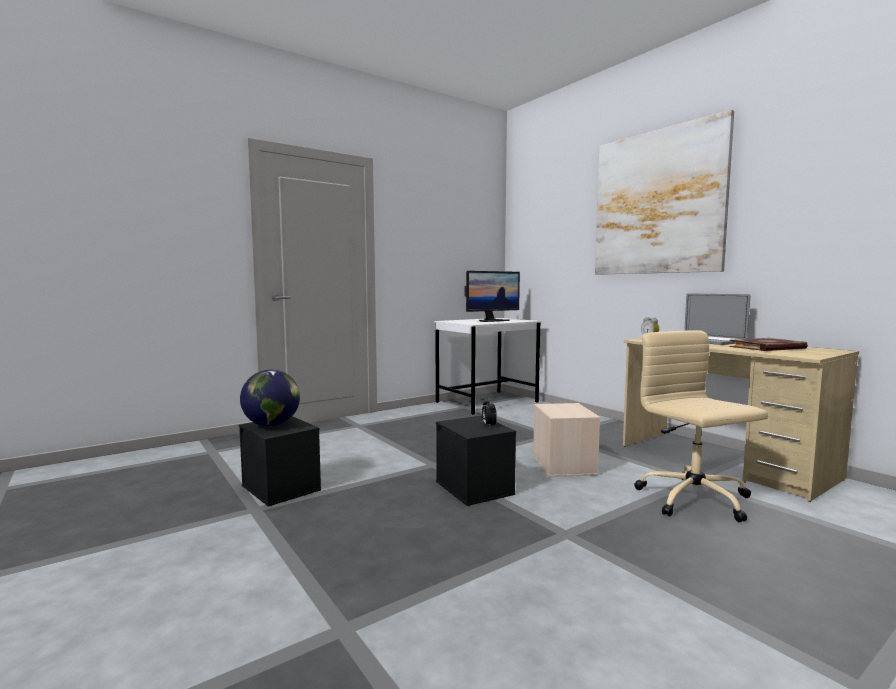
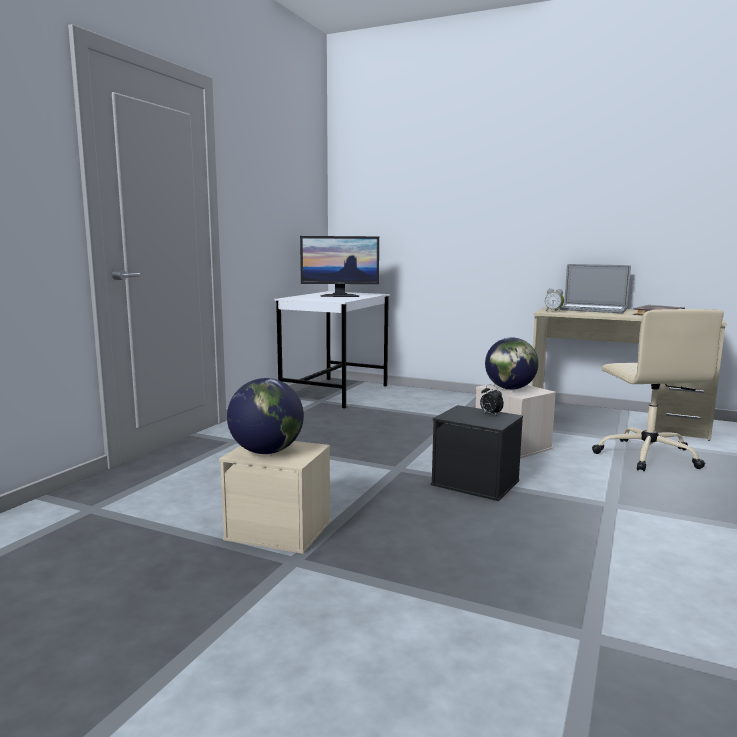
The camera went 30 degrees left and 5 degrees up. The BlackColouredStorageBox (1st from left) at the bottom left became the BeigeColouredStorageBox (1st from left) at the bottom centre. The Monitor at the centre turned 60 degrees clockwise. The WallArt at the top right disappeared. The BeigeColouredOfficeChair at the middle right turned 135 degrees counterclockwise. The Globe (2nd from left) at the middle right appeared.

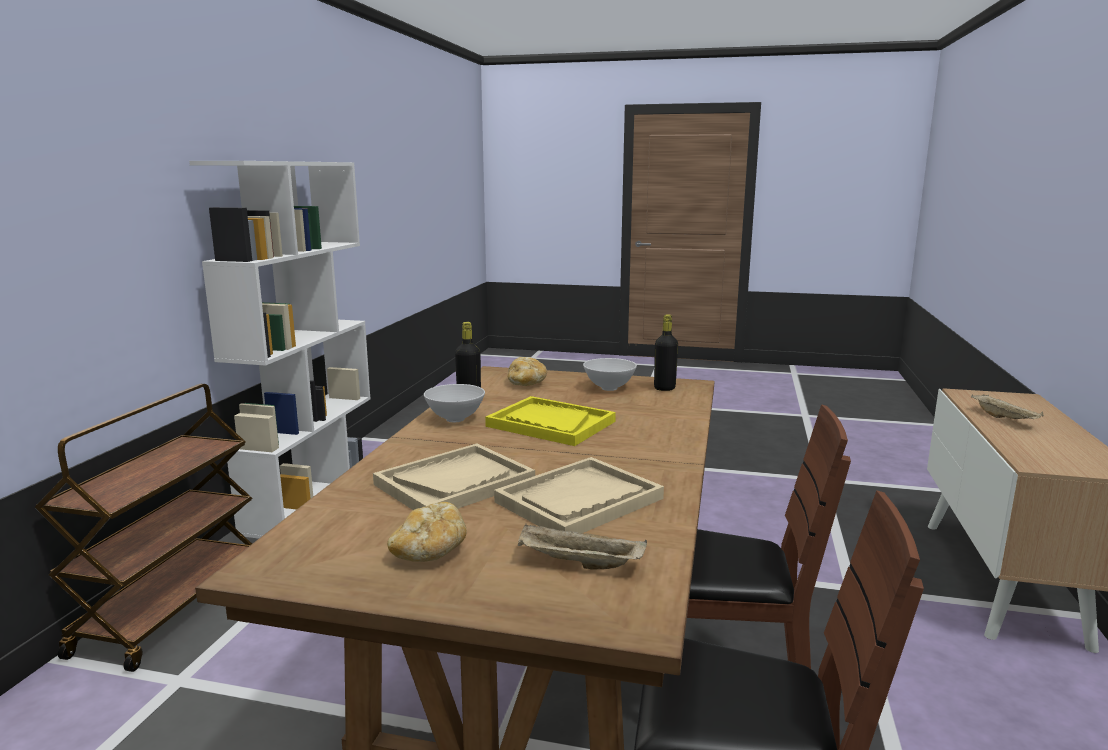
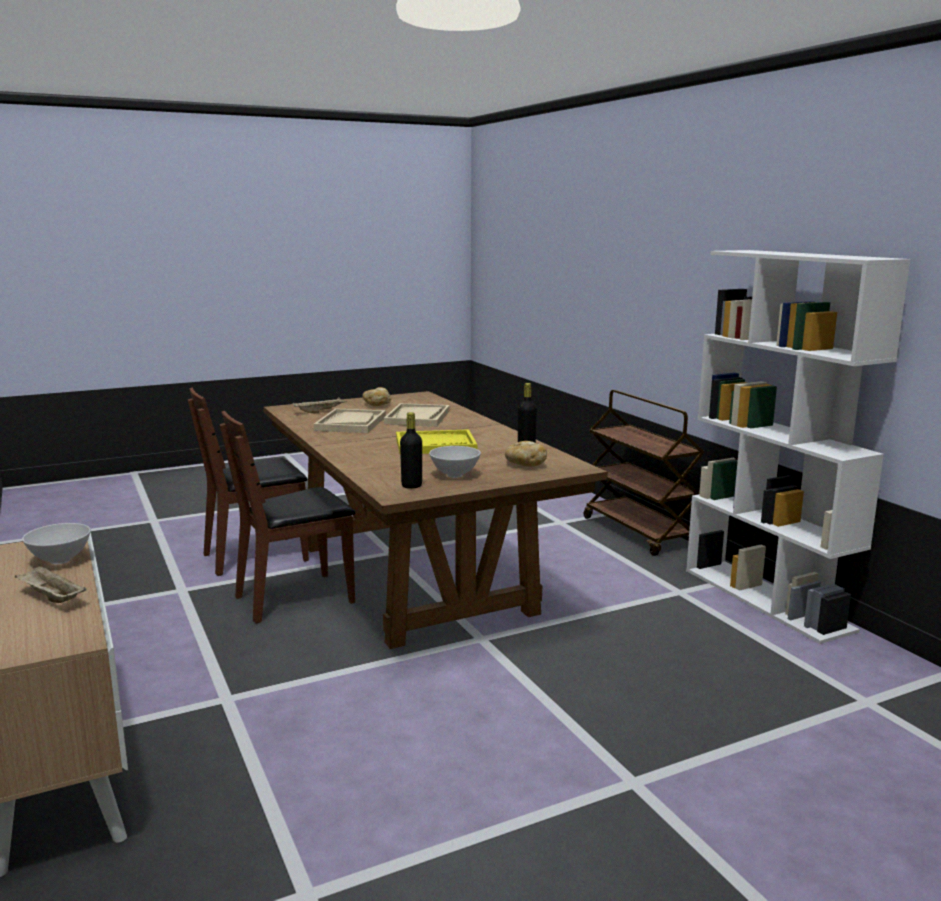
The camera went 140 degrees right and 0 degrees up. The WhitishDeepDish (1st from left) moved from the centre to the middle left.

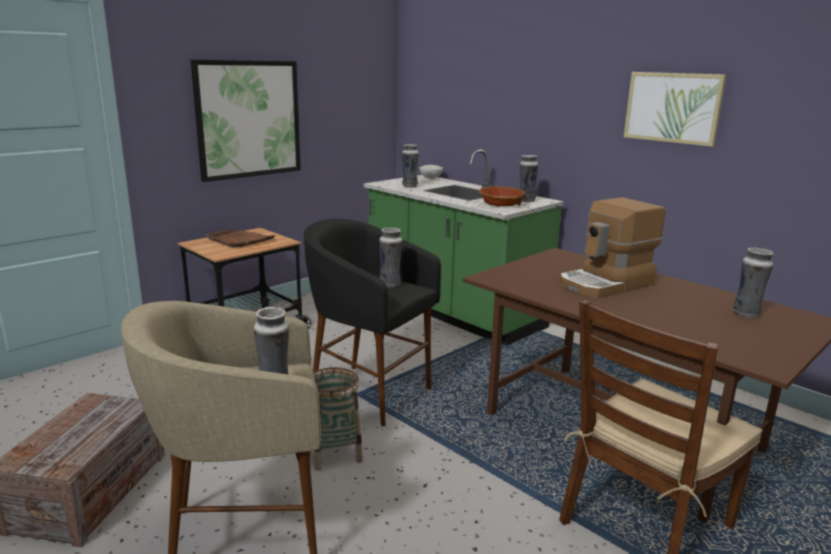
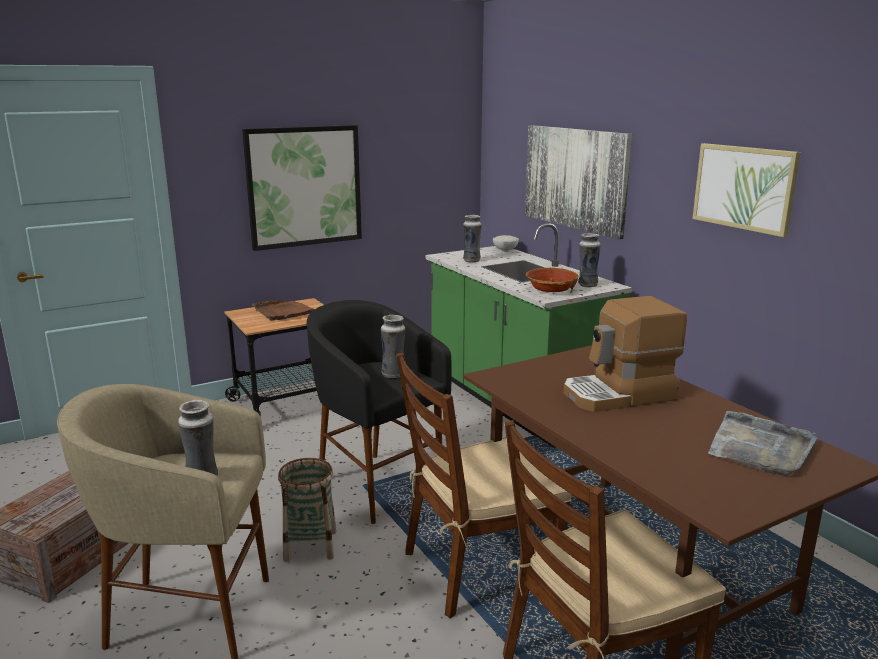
The camera went 15 degrees right and 0 degrees up. The DecorativeVase (5th from left) at the middle right was replaced by the GreyishServingTray at the bottom right. The BrownPlainChair (1st from left) at the bottom centre appeared. The WallArt (2nd from left) at the top centre appeared.

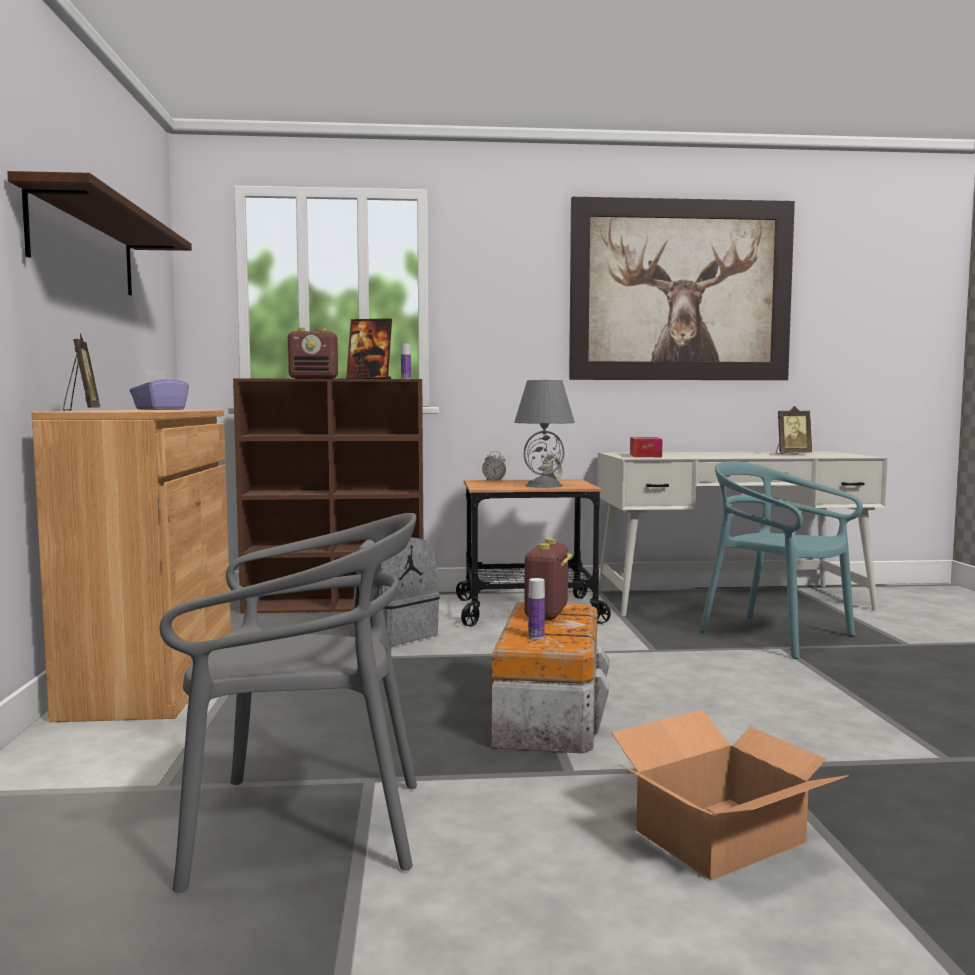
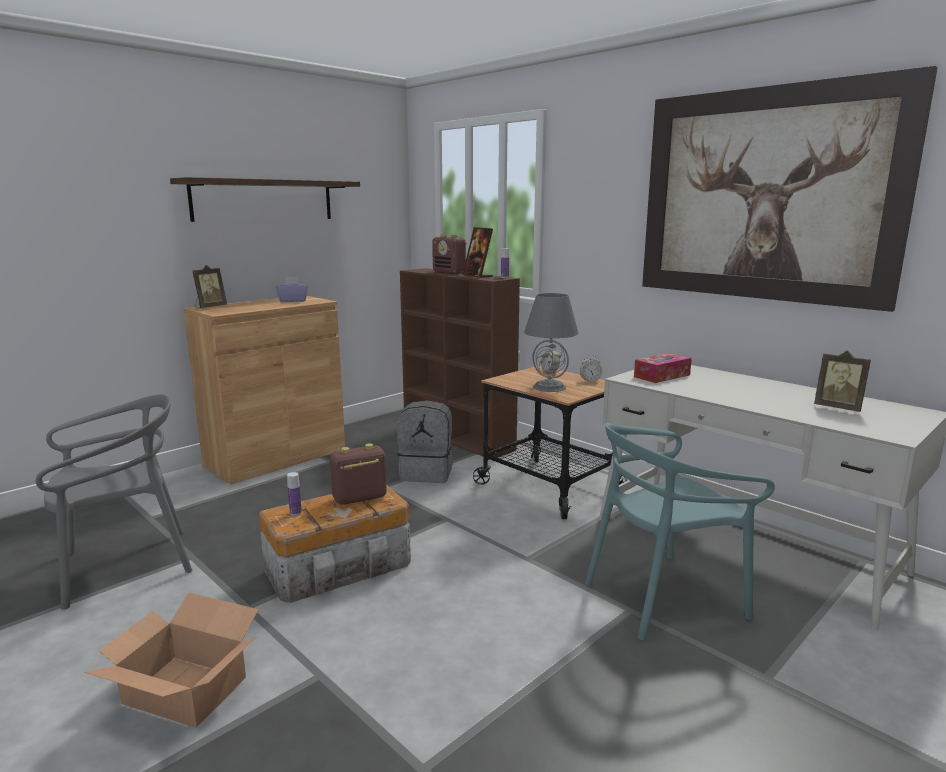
The camera went 50 degrees right and 10 degrees up. The GreyishPlainChair at the bottom left turned 75 degrees counterclockwise. The BlueGreenPlainChair at the middle right turned 120 degrees counterclockwise.

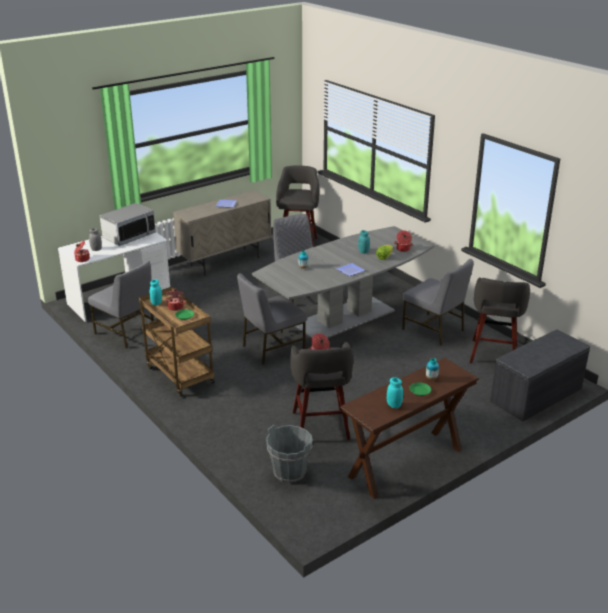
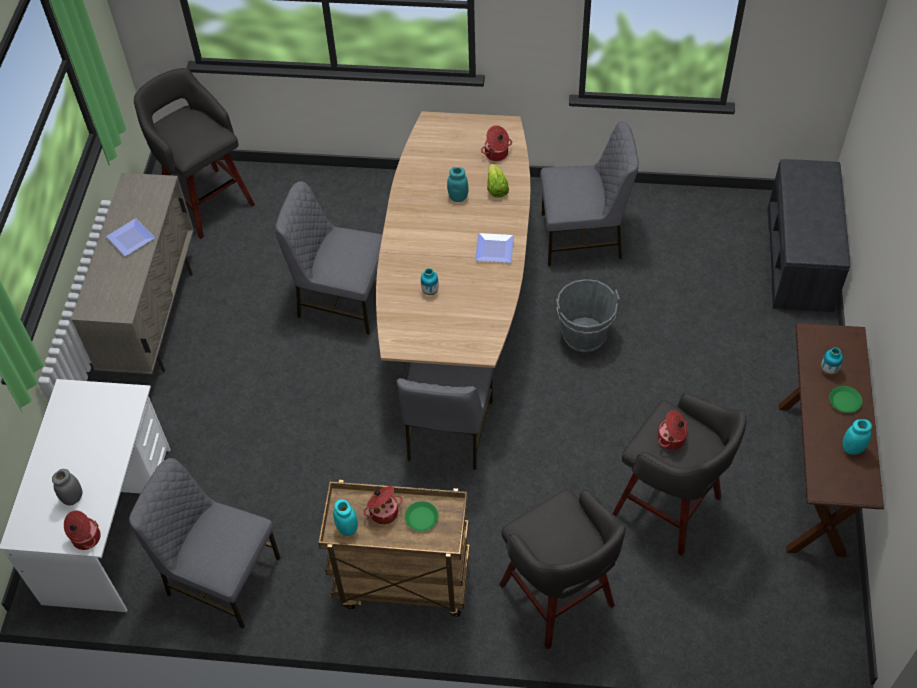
The camera went 45 degrees left and 25 degrees up. The GreyishPlainChair (1st from left) at the middle left turned 150 degrees counterclockwise. The Microwave at the middle left disappeared. The GreyishKitchenTable at the centre became the BrownKitchenTable at the centre. The GreyishBucket moved from the bottom centre to the centre. The GreyishStoolSeat (3rd from left in the first image) moved from the middle right to the bottom centre.

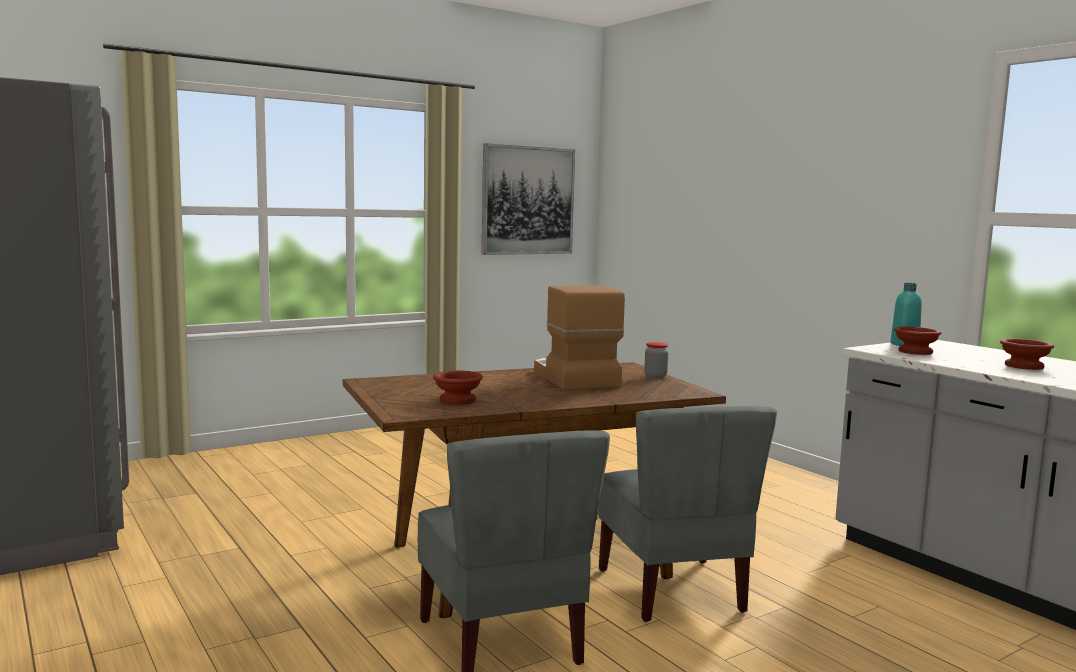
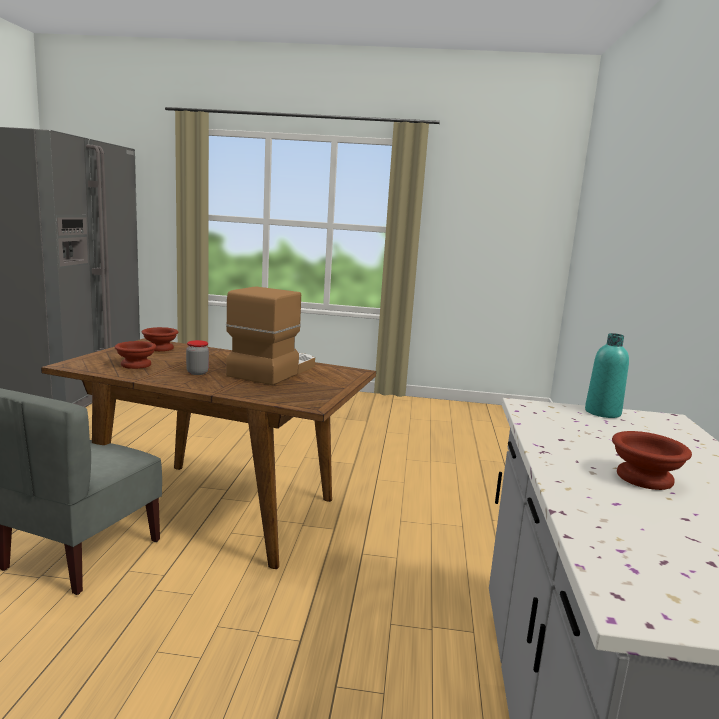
The camera went 40 degrees right and 5 degrees up. The WallArt at the top centre disappeared. The GreyishPlainChair (2nd from left) at the bottom centre disappeared. The StorageJar moved from the centre to the middle left. The BrownDeepDish (2nd from left) moved from the middle right to the middle left.

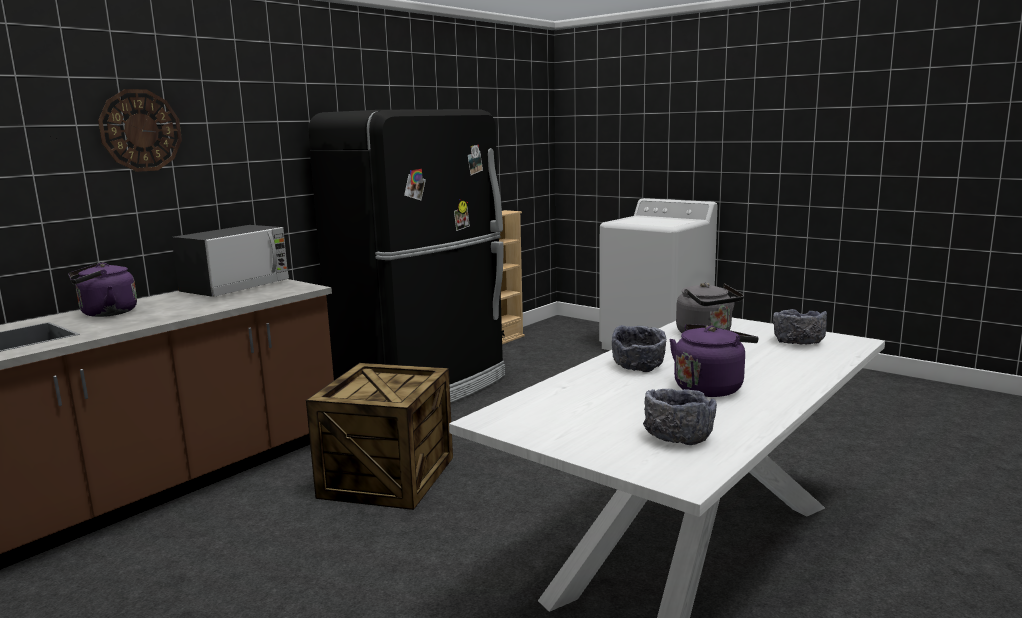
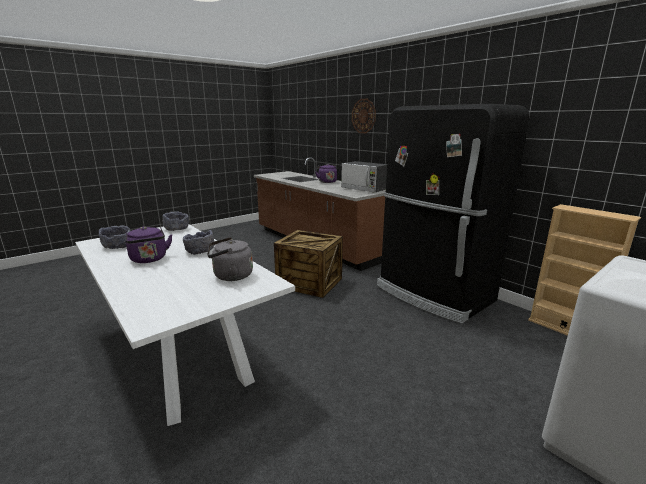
The camera went 100 degrees right and 5 degrees up. The GreyishDeepDish (3rd from left in the first image) moved from the middle right to the middle left.

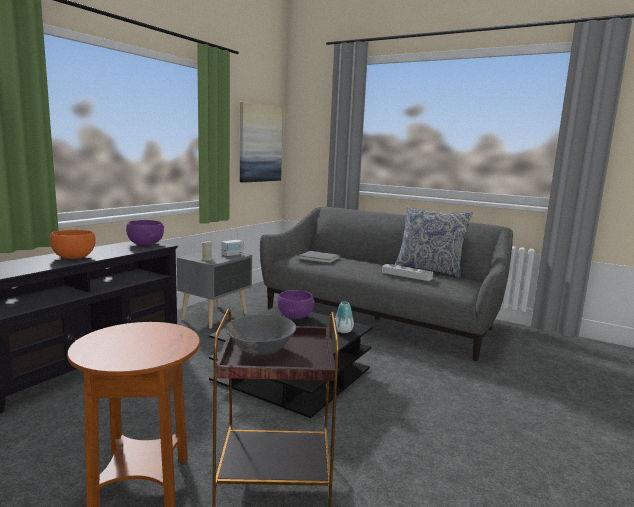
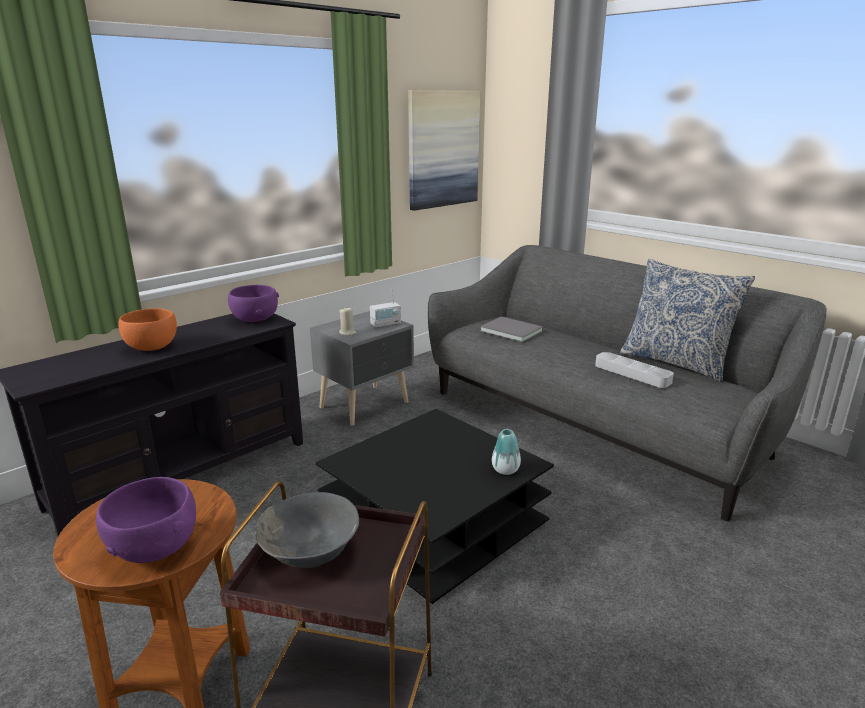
The camera went 15 degrees right and 10 degrees up. The PurpleDeepDish (2nd from left in the first image) moved from the centre to the bottom left.

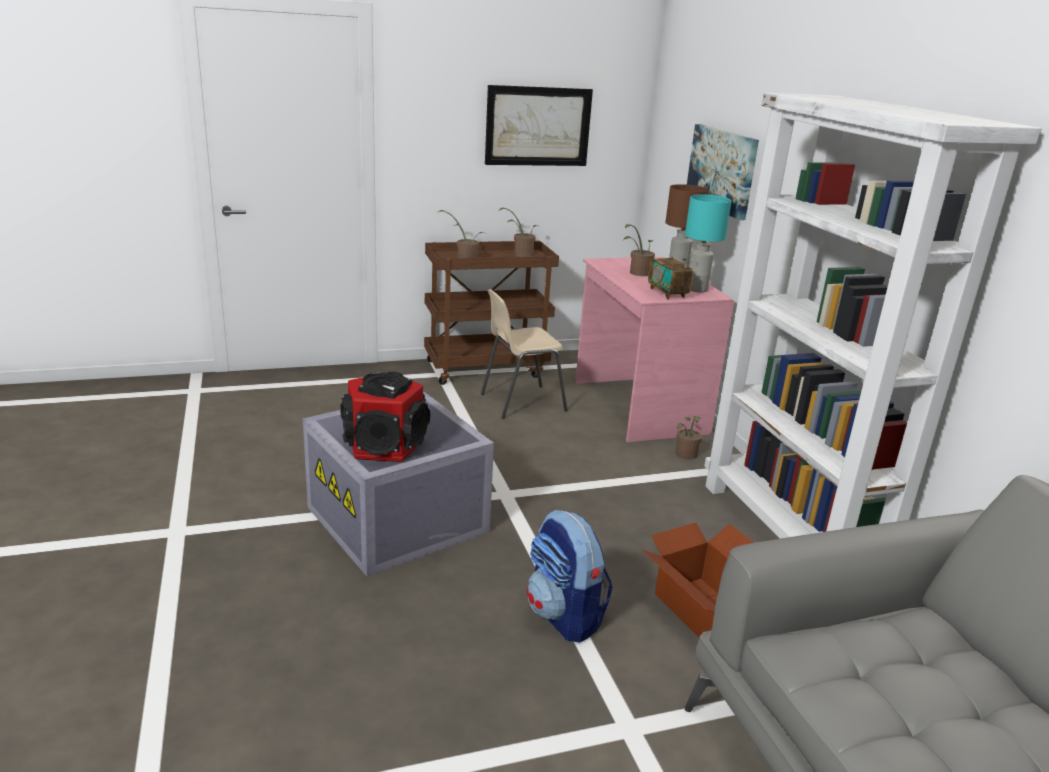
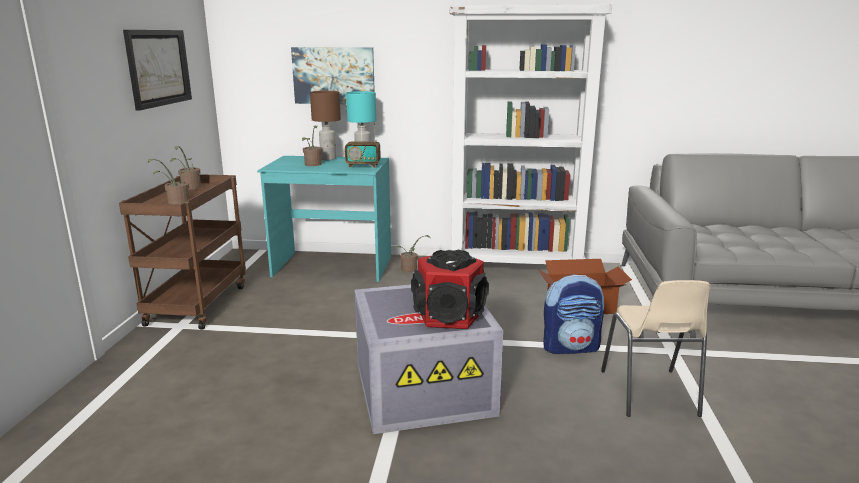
The camera went 65 degrees left and 5 degrees down. The BeigeColouredPlainChair moved from the centre to the bottom right. The PinkDeskUnit at the centre became the BlueGreenDeskUnit at the centre.

